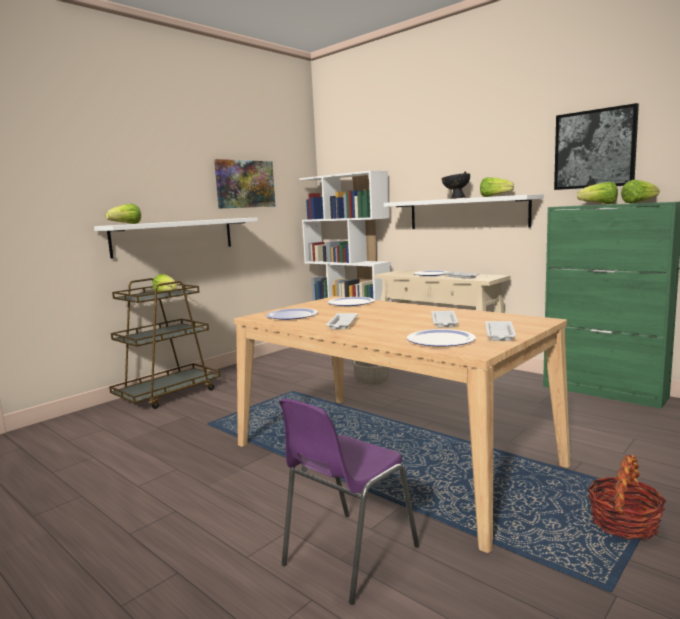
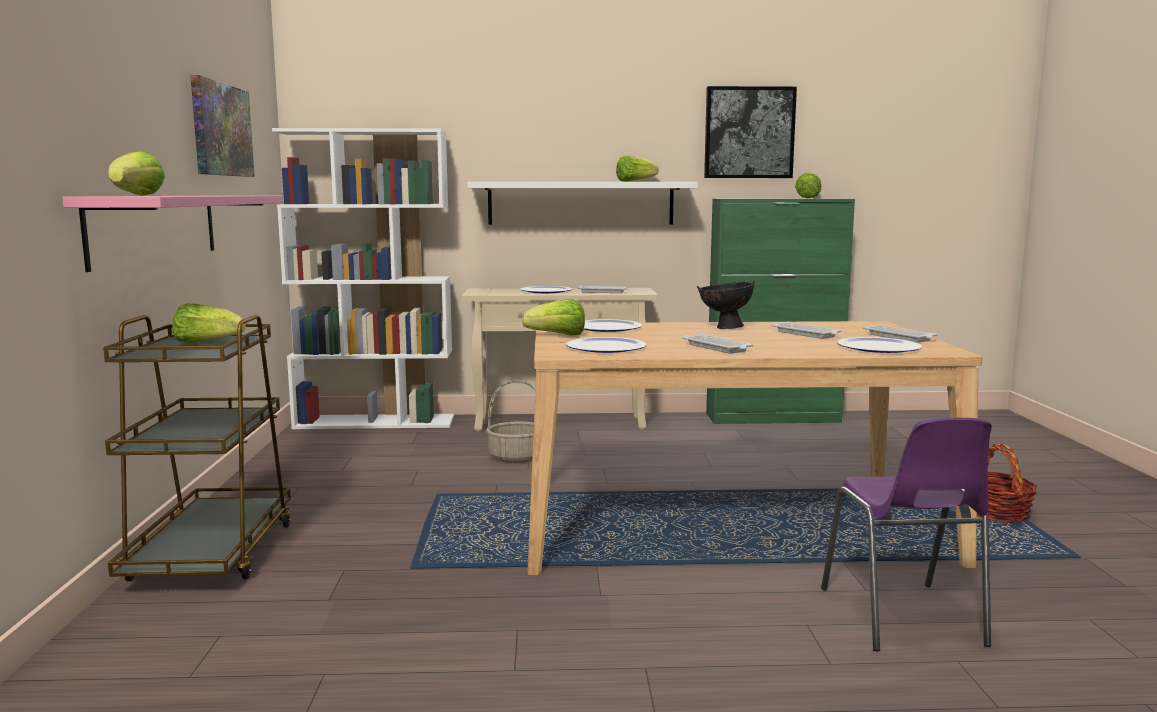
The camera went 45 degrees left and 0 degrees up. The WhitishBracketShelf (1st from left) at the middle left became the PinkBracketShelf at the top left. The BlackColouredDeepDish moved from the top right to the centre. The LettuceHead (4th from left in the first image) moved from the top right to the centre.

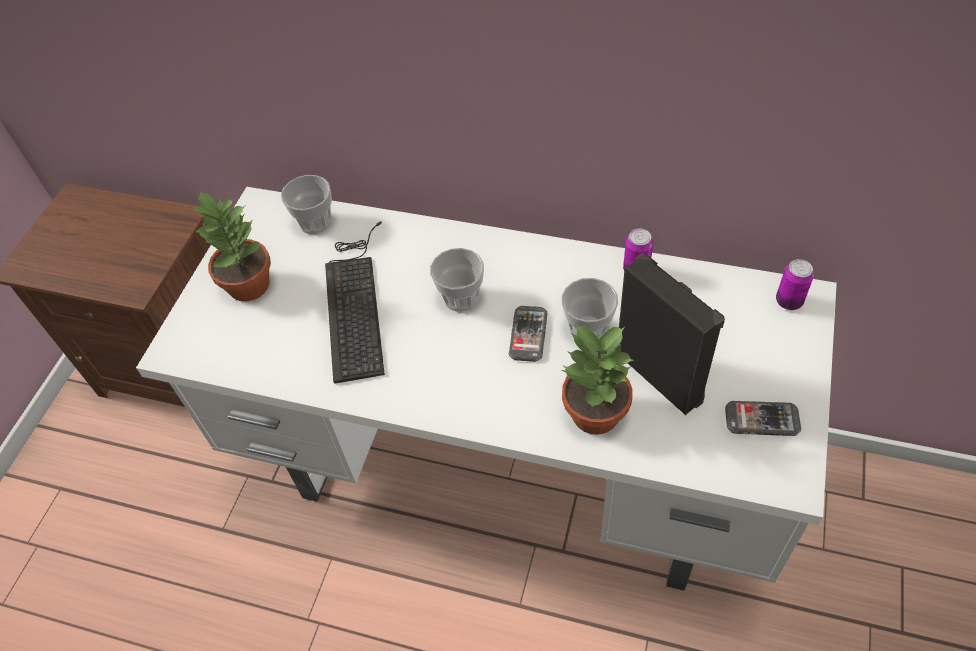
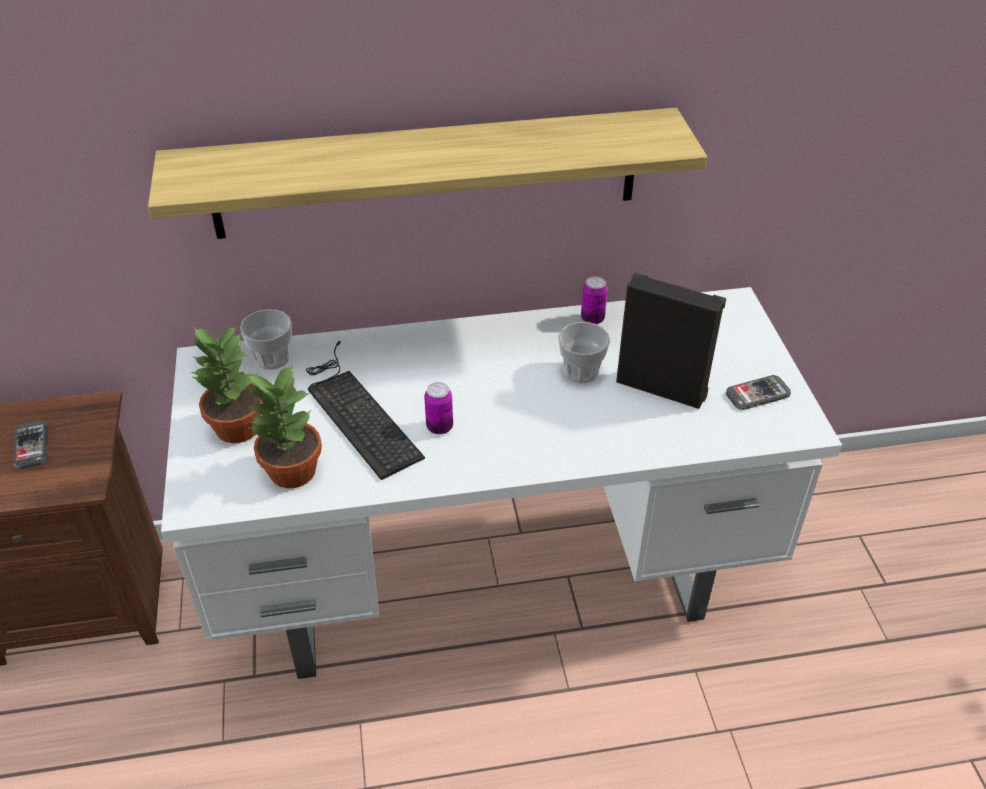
The camera went 30 degrees left and 10 degrees down. The Cup (2nd from left) at the centre disappeared. The Handset (1st from left) moved from the centre to the middle left. The PlantInAPot (2nd from left) moved from the centre to the middle left. The SealedCan (2nd from left in the first image) moved from the middle right to the centre. The BracketShelf at the top centre appeared.

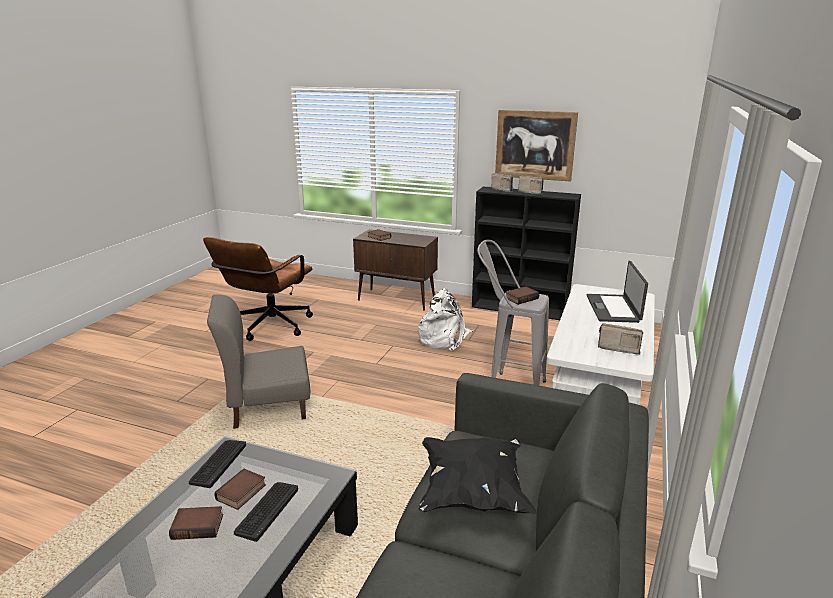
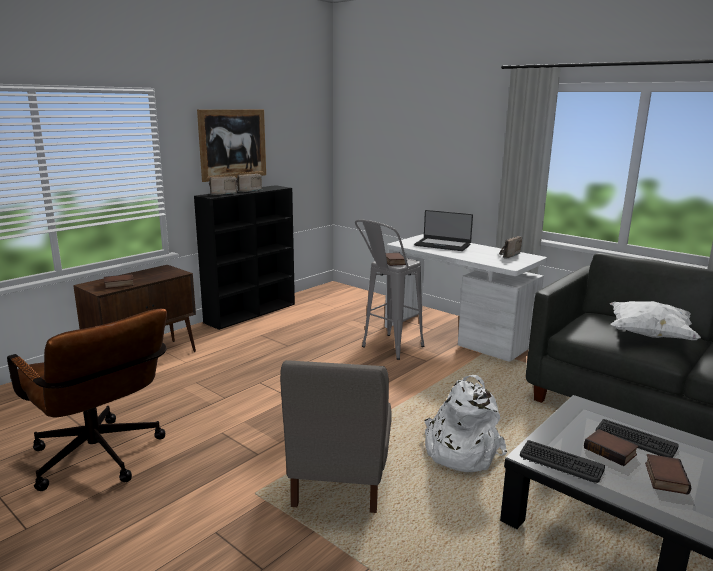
The camera went 70 degrees left and 5 degrees down. The WhitishBackpack moved from the centre to the bottom centre. The BlackColouredCushion at the bottom centre became the WhitishCushion at the middle right.

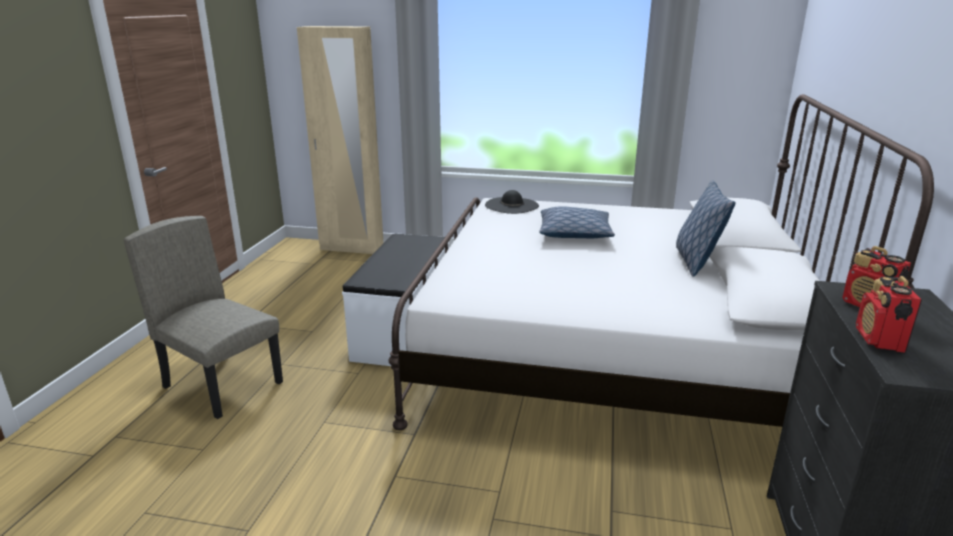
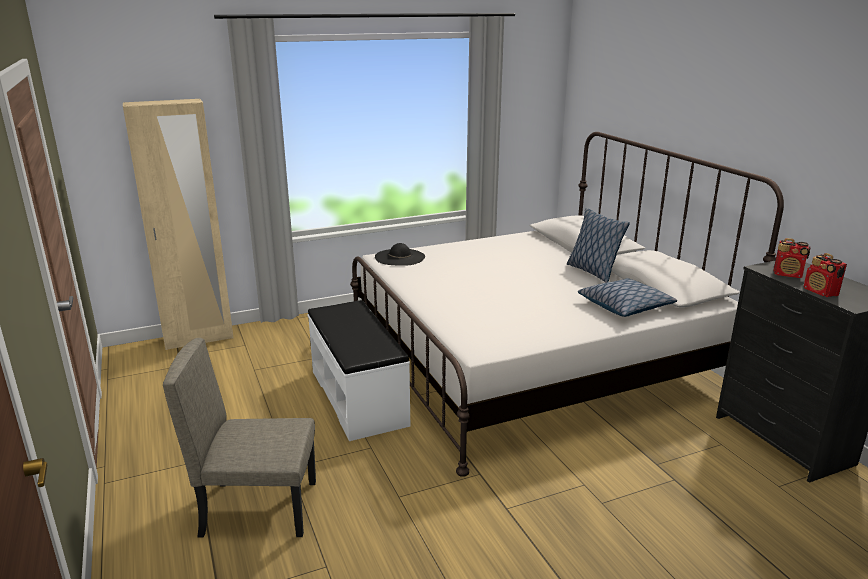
The camera went 35 degrees left and 0 degrees up. The Cushion (1st from left in the first image) moved from the centre to the middle right.

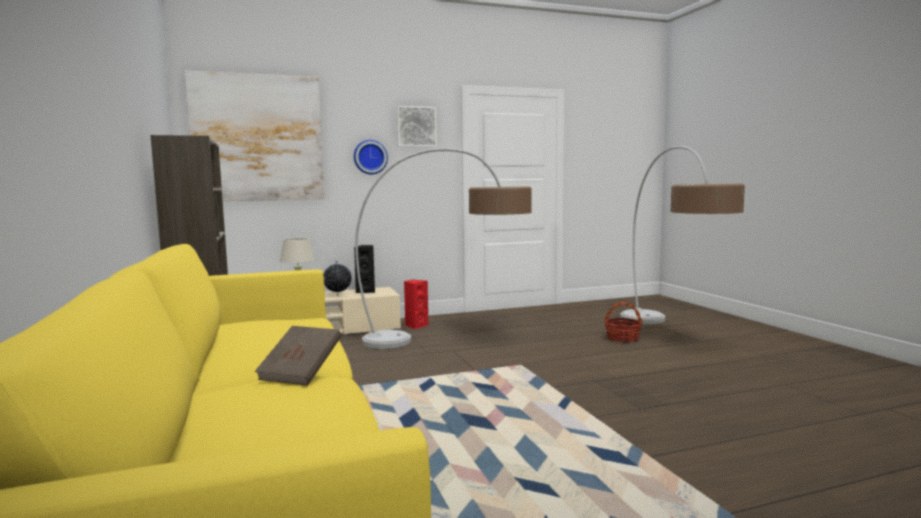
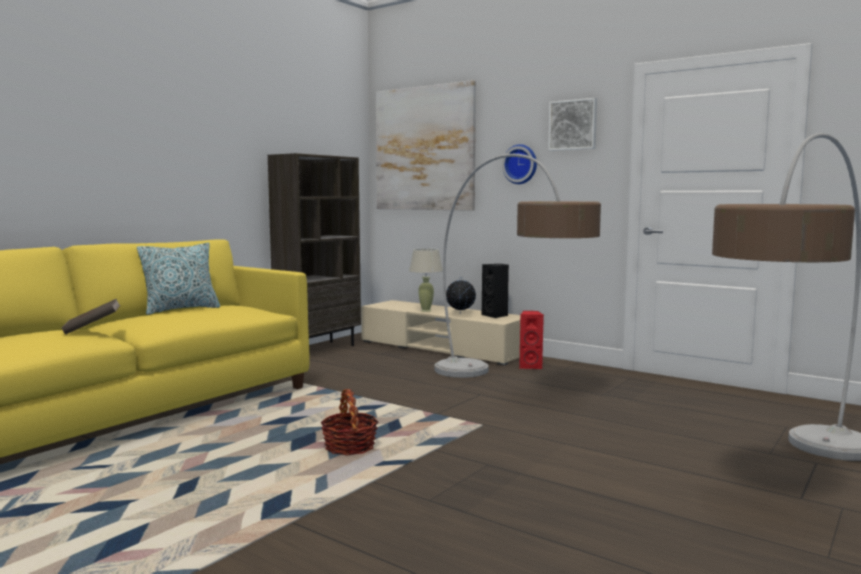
The camera went 55 degrees right and 0 degrees up. The StorageBasket moved from the middle right to the bottom centre. The Cushion at the middle left appeared.

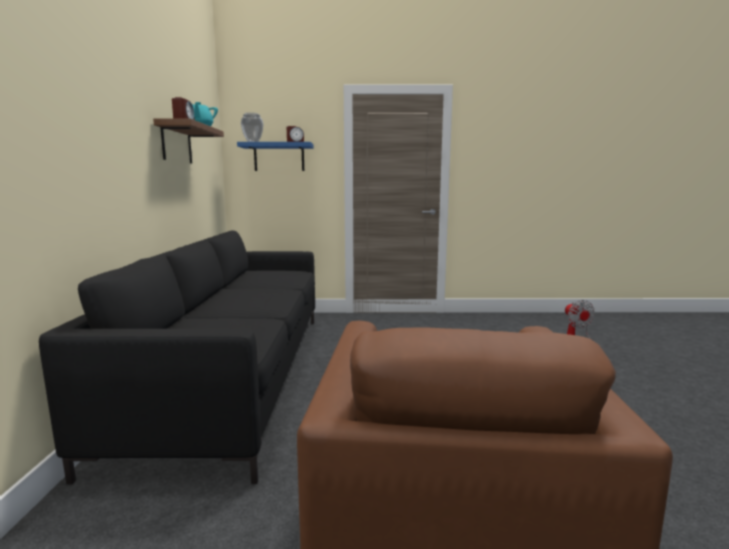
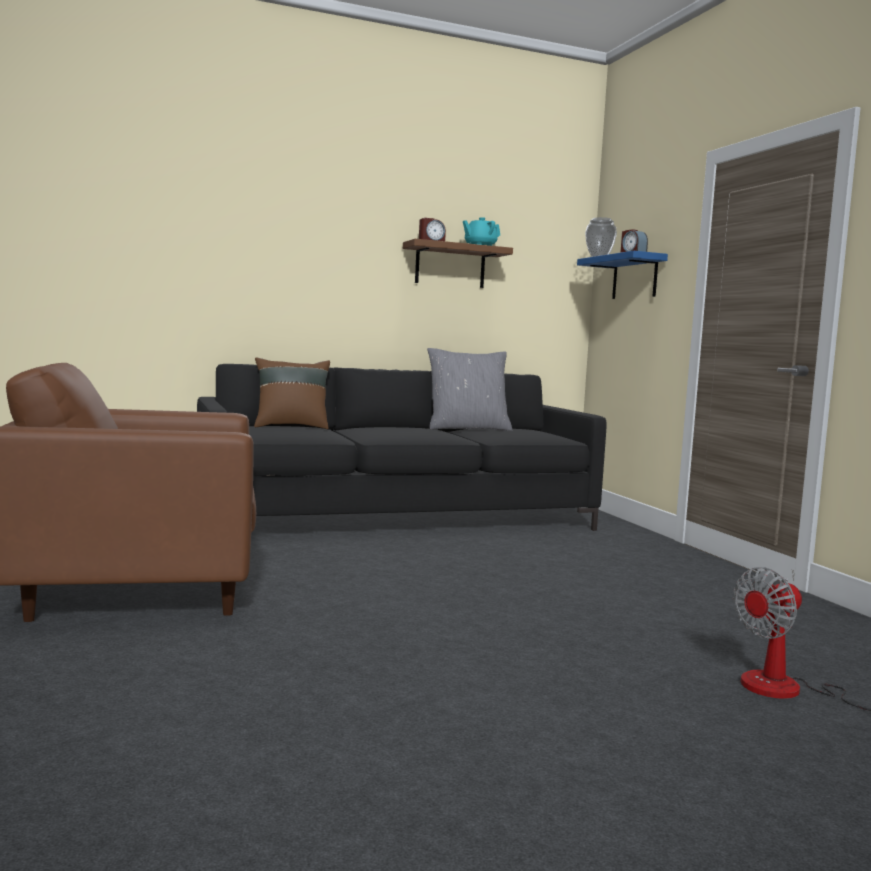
The camera went 70 degrees right and 5 degrees down. The BrownCushion at the centre appeared. The GreyishCushion at the centre appeared.

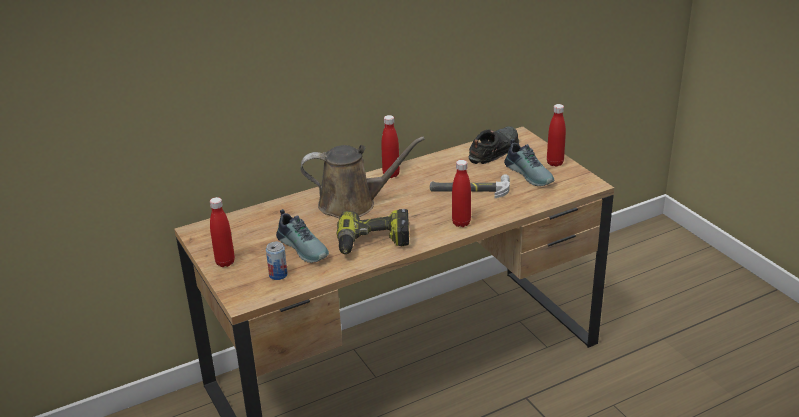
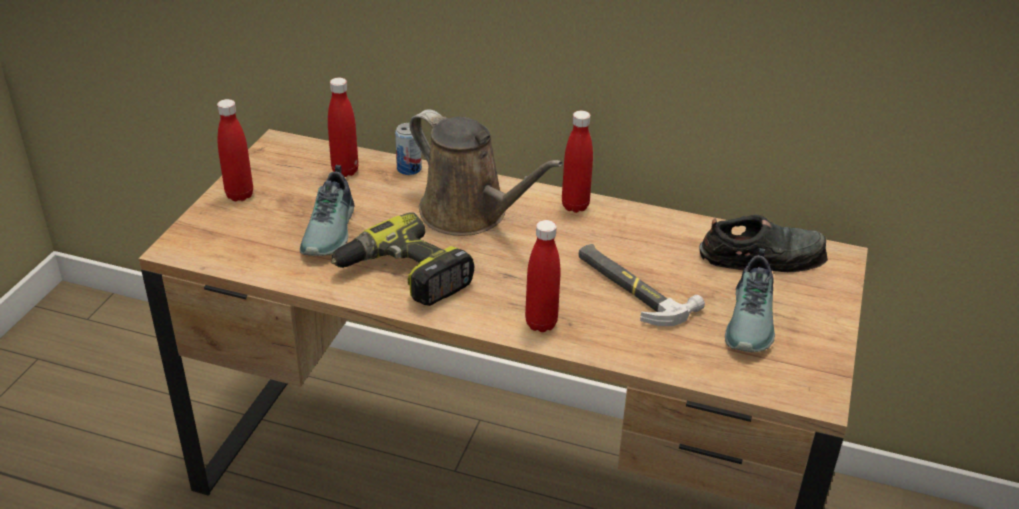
The camera went 45 degrees right and 5 degrees up. The SealedCan moved from the centre to the top centre. The ReddishBottle (4th from left in the first image) moved from the top right to the top centre.

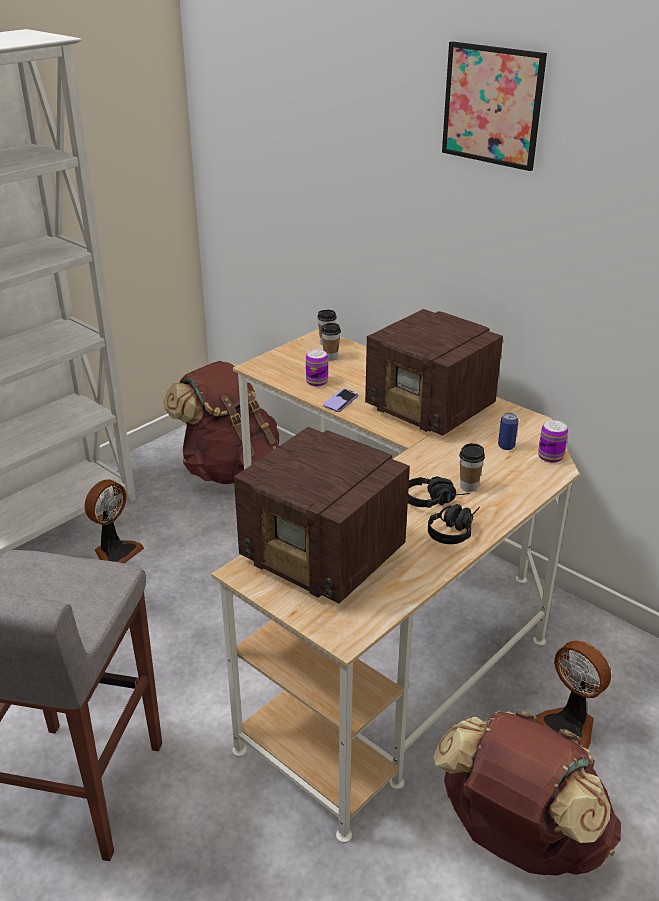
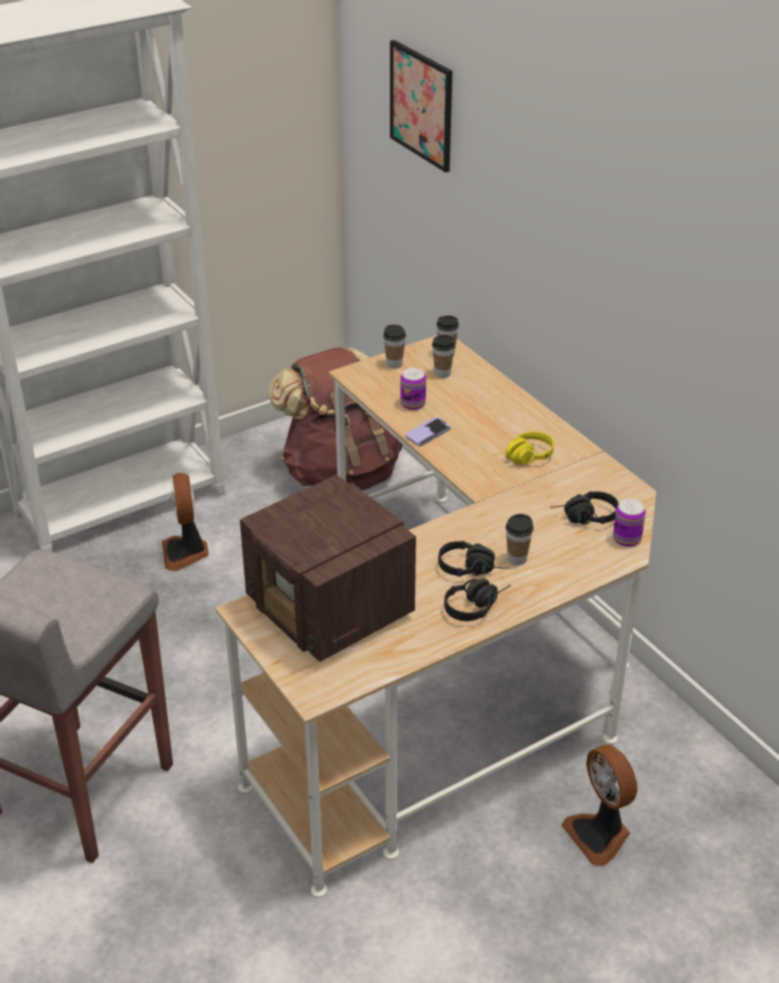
The camera went 15 degrees right and 5 degrees up. The ElectricFan (1st from left) at the middle left turned 120 degrees clockwise. The Radio (2nd from left) at the centre was replaced by the YellowColouredPairOfHeadphones at the middle right. The BrownBackpack (2nd from left) at the bottom right disappeared. The WallArt moved from the top right to the top centre. The SealedCan (2nd from left) at the middle right was replaced by the BlackColouredPairOfHeadphones (3rd from left) at the middle right. The Cup (1st from left) at the centre appeared.

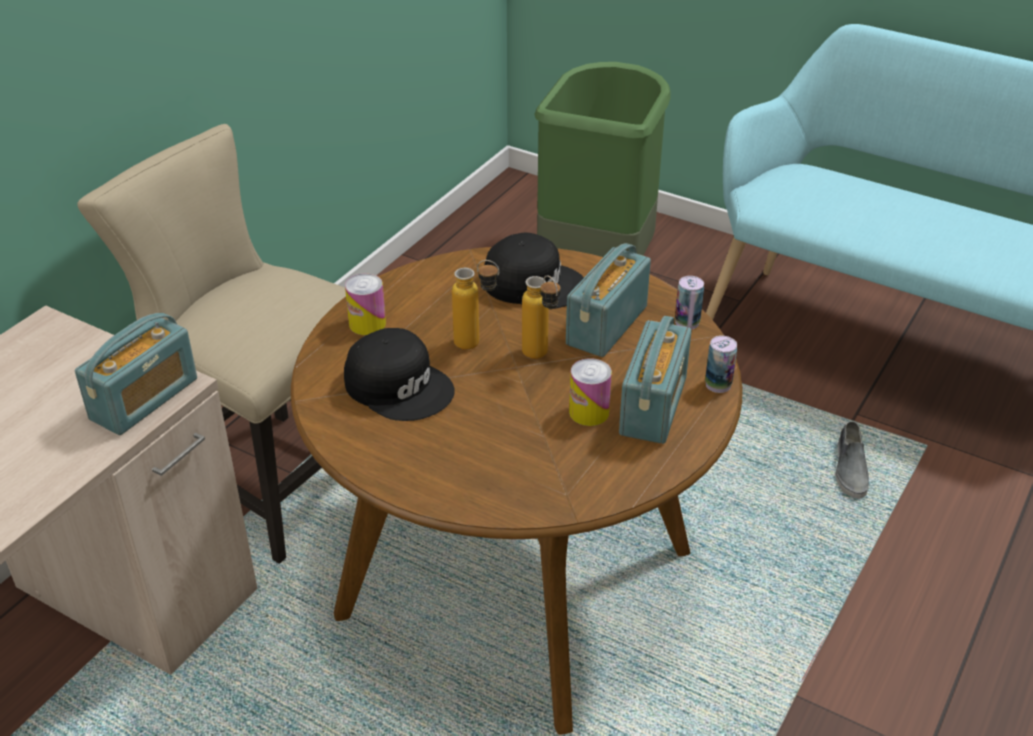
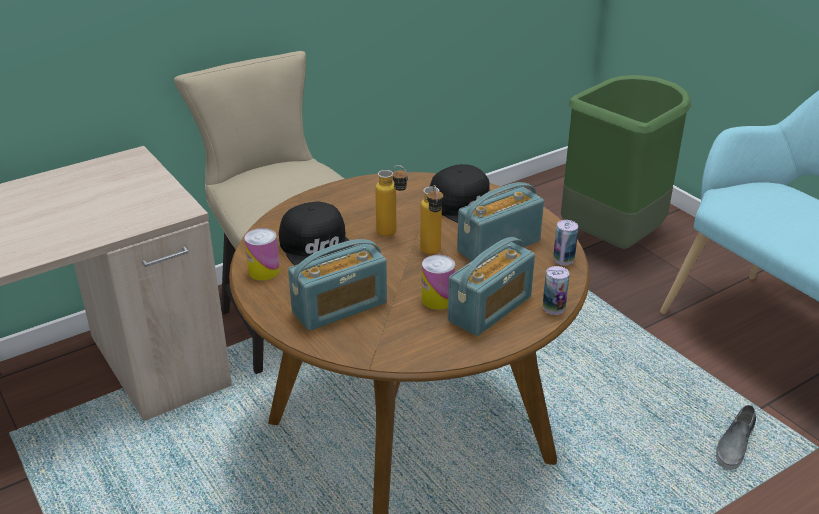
The camera went 25 degrees right and 5 degrees down. The Radio (1st from left) moved from the middle left to the centre. The SealedCan (1st from left) moved from the centre to the middle left.

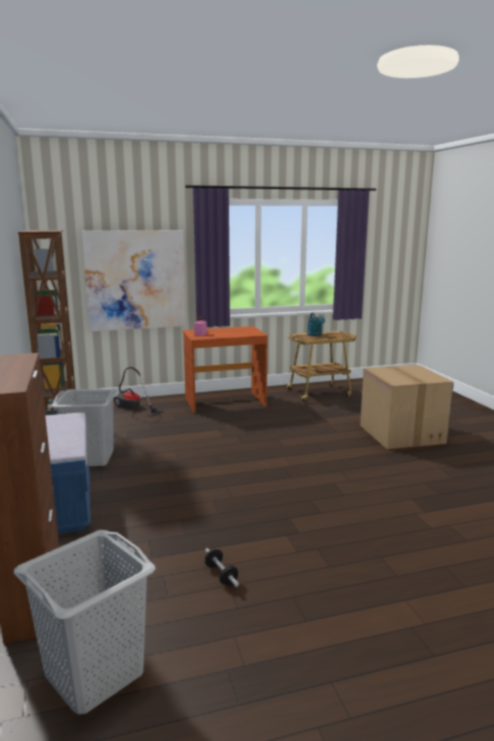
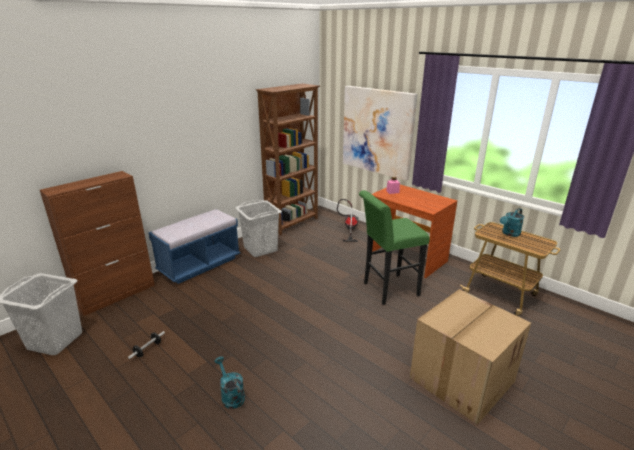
The camera went 60 degrees right and 10 degrees up. The BlueGreenWateringCan (1st from left) at the bottom centre appeared. The GreenStoolSeat at the centre appeared.

